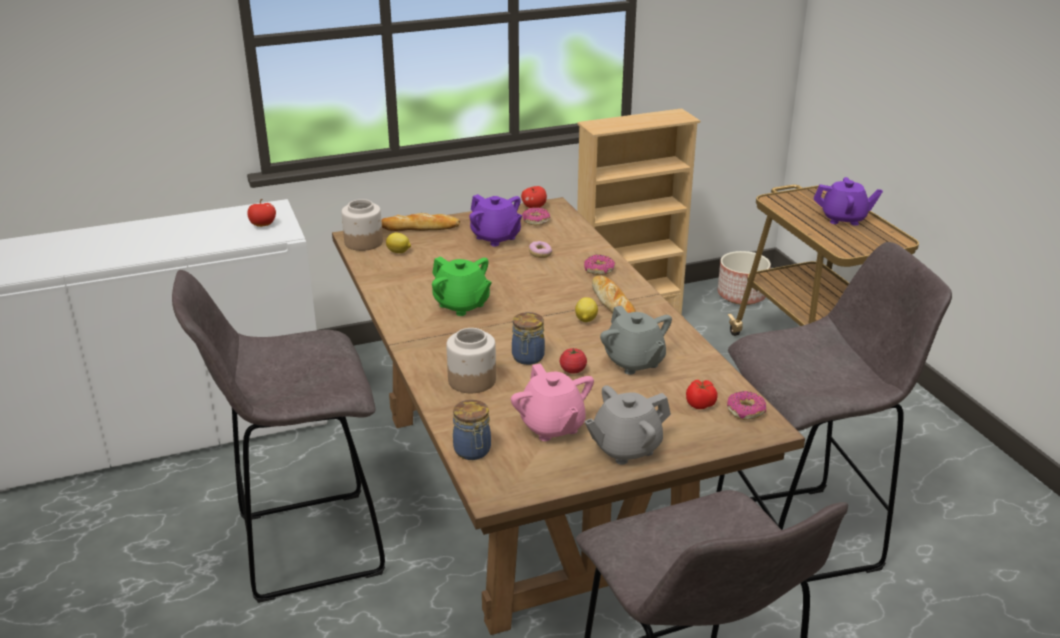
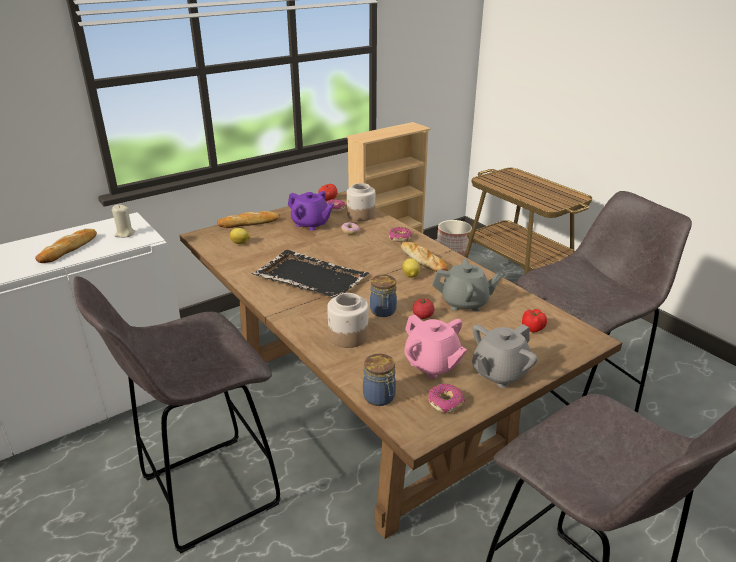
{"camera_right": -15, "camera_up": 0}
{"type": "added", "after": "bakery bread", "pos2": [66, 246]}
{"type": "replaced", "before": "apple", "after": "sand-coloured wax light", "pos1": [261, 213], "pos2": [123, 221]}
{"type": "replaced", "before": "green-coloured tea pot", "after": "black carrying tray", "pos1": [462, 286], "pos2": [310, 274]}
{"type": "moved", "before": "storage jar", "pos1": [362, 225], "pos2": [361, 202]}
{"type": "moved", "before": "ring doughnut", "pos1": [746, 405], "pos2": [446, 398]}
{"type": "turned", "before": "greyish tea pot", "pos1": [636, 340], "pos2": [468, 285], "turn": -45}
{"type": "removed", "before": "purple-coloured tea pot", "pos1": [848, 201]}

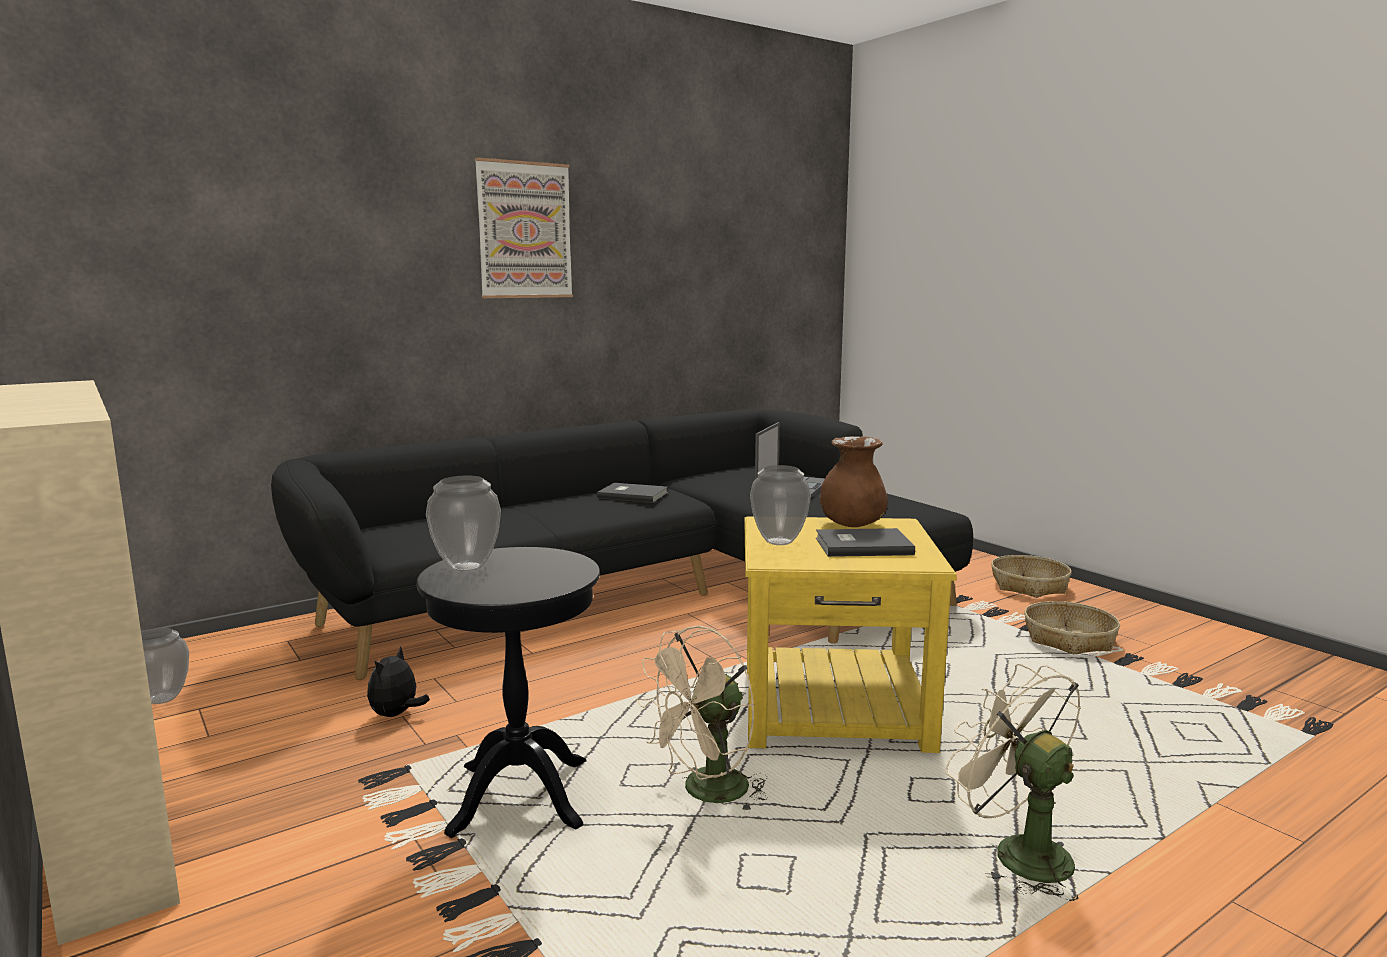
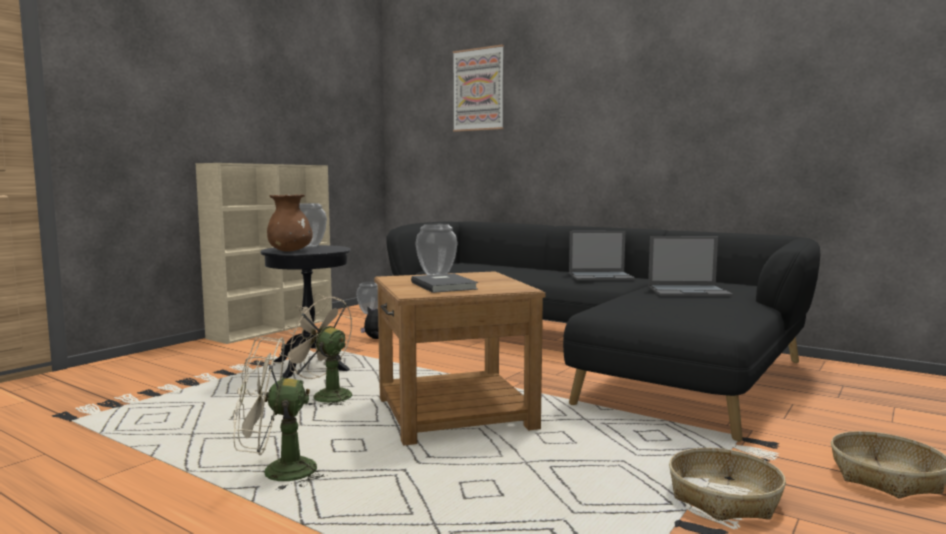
{"camera_right": 70, "camera_up": -5}
{"type": "turned", "before": "sand-coloured electric fan", "pos1": [1013, 782], "pos2": [281, 414], "turn": -135}
{"type": "moved", "before": "brown vase", "pos1": [853, 481], "pos2": [290, 223]}
{"type": "recoloured", "before": "yellow-coloured end table", "after": "brown end table", "pos1": [851, 634], "pos2": [460, 358]}
{"type": "moved", "before": "picture", "pos1": [524, 227], "pos2": [478, 88]}
{"type": "replaced", "before": "greyish volume", "after": "portable computer", "pos1": [632, 493], "pos2": [602, 255]}

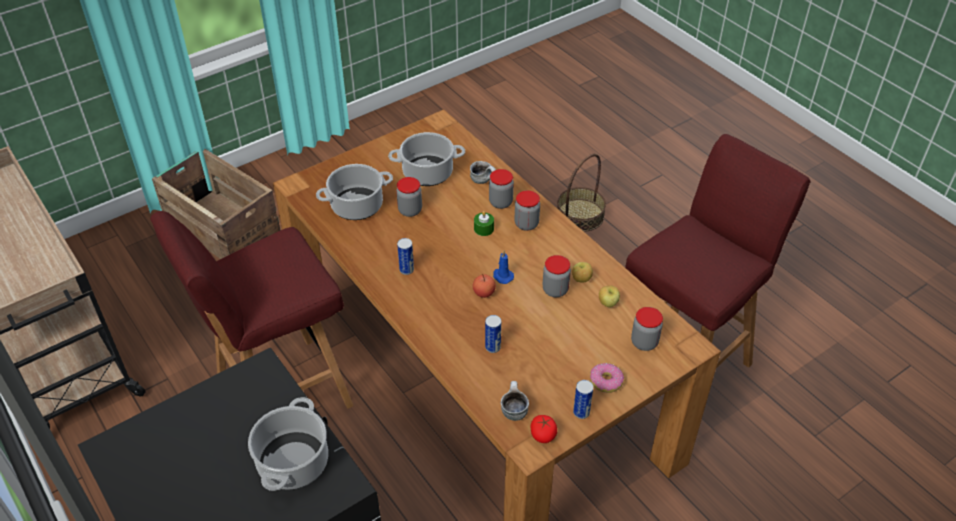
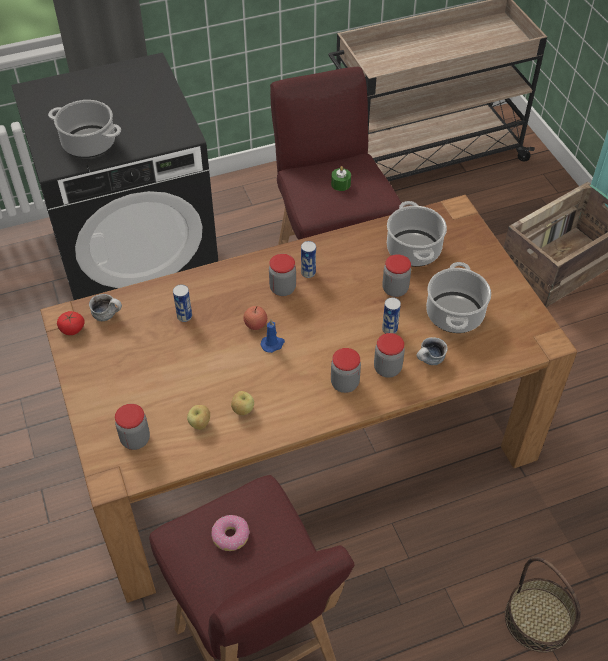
{"camera_right": 105, "camera_up": 5}
{"type": "moved", "before": "ring doughnut", "pos1": [607, 378], "pos2": [230, 533]}
{"type": "moved", "before": "storage jar", "pos1": [557, 276], "pos2": [282, 275]}
{"type": "moved", "before": "green-coloured wax light", "pos1": [484, 223], "pos2": [341, 178]}
{"type": "moved", "before": "can", "pos1": [583, 399], "pos2": [391, 315]}

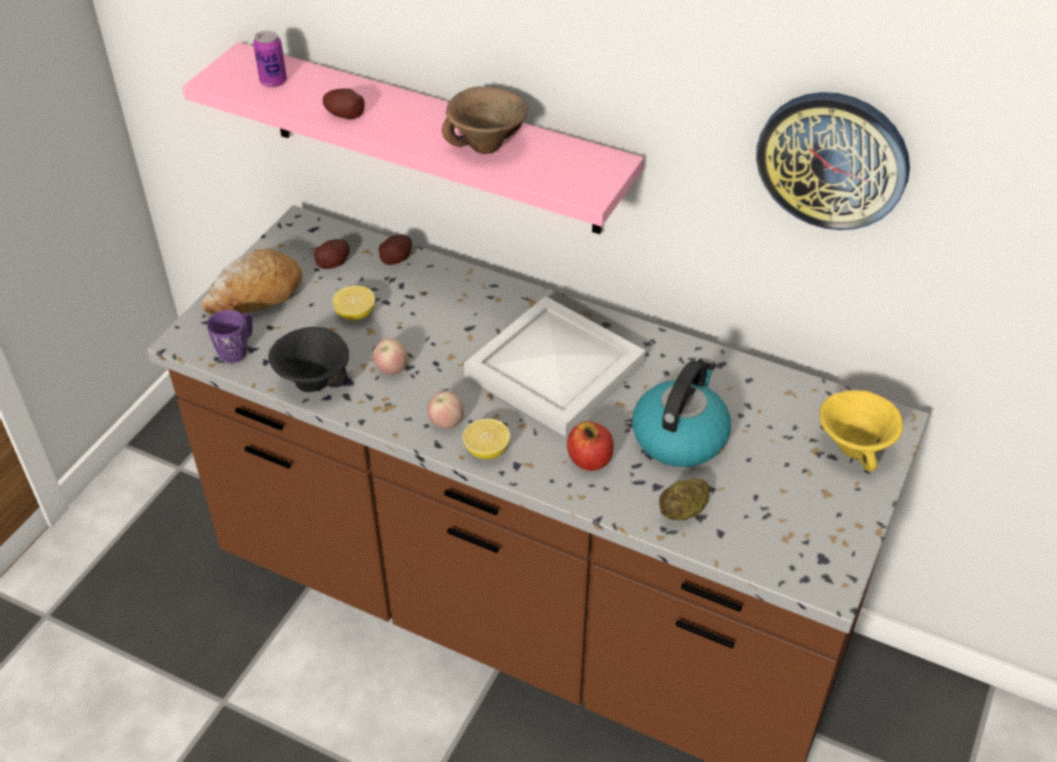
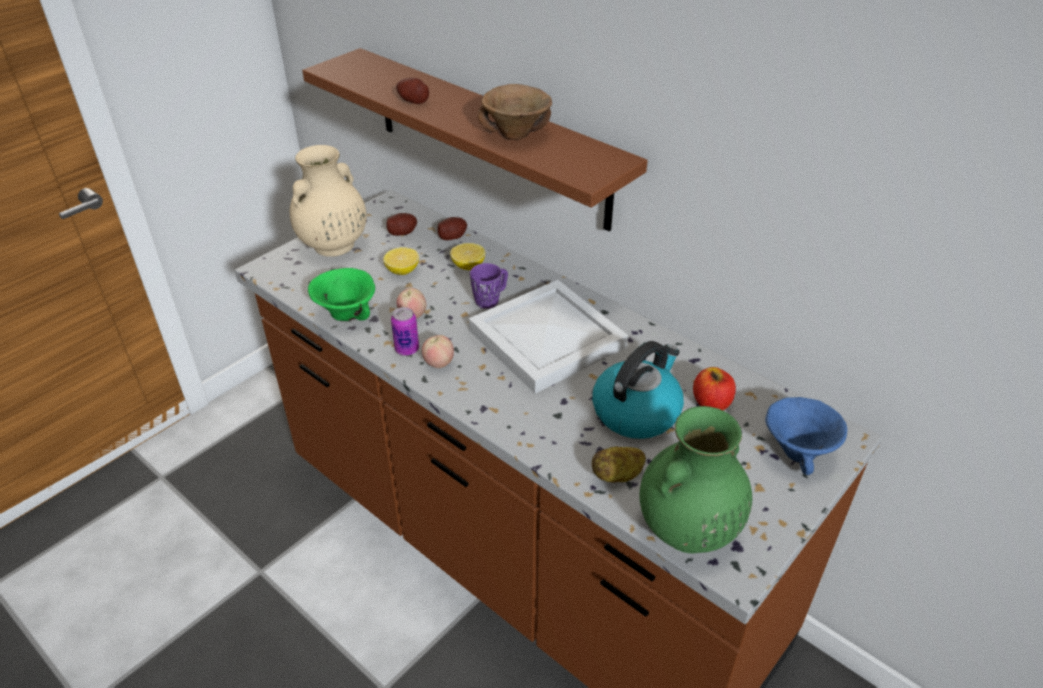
{"camera_right": 15, "camera_up": -5}
{"type": "replaced", "before": "bakery bread", "after": "sand-coloured vase", "pos1": [252, 281], "pos2": [328, 201]}
{"type": "recoloured", "before": "pink-coloured bracket shelf", "after": "brown bracket shelf", "pos1": [413, 138], "pos2": [475, 139]}
{"type": "recoloured", "before": "black bowl", "after": "green-coloured bowl", "pos1": [308, 359], "pos2": [341, 294]}
{"type": "moved", "before": "can", "pos1": [270, 58], "pos2": [405, 331]}
{"type": "moved", "before": "lemon", "pos1": [486, 439], "pos2": [467, 256]}
{"type": "moved", "before": "purple-coloured mug", "pos1": [230, 336], "pos2": [489, 286]}
{"type": "added", "after": "green-coloured vase", "pos2": [695, 479]}
{"type": "moved", "before": "apple", "pos1": [590, 446], "pos2": [714, 388]}
{"type": "recoloured", "before": "yellow-coloured bowl", "after": "blue-coloured bowl", "pos1": [861, 431], "pos2": [806, 436]}
{"type": "removed", "before": "wall clock", "pos1": [833, 161]}

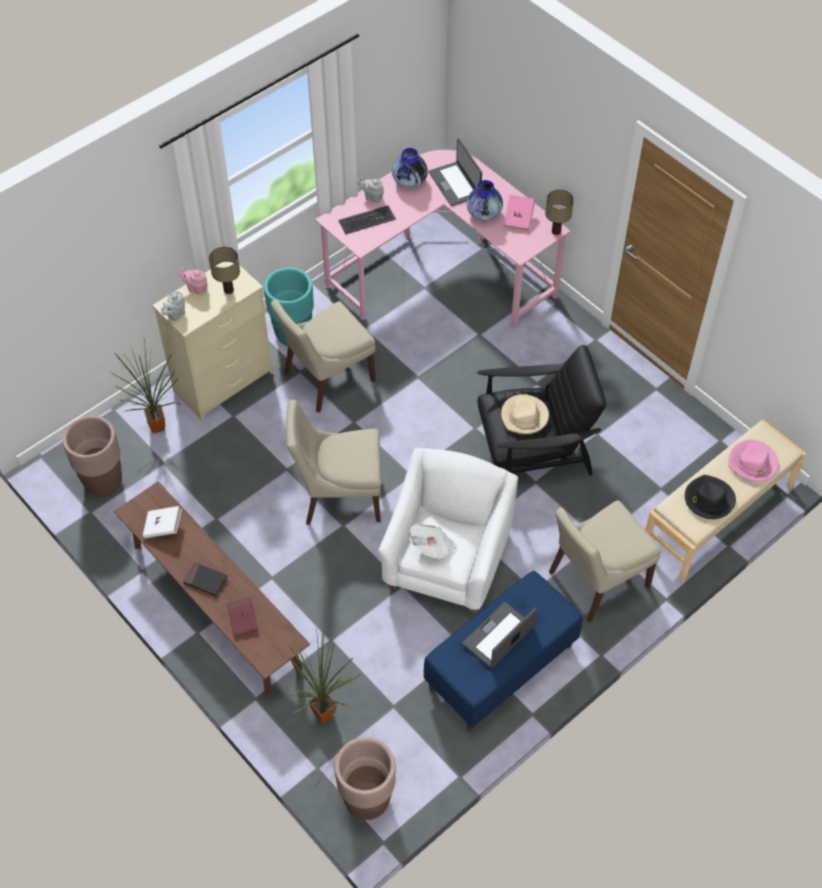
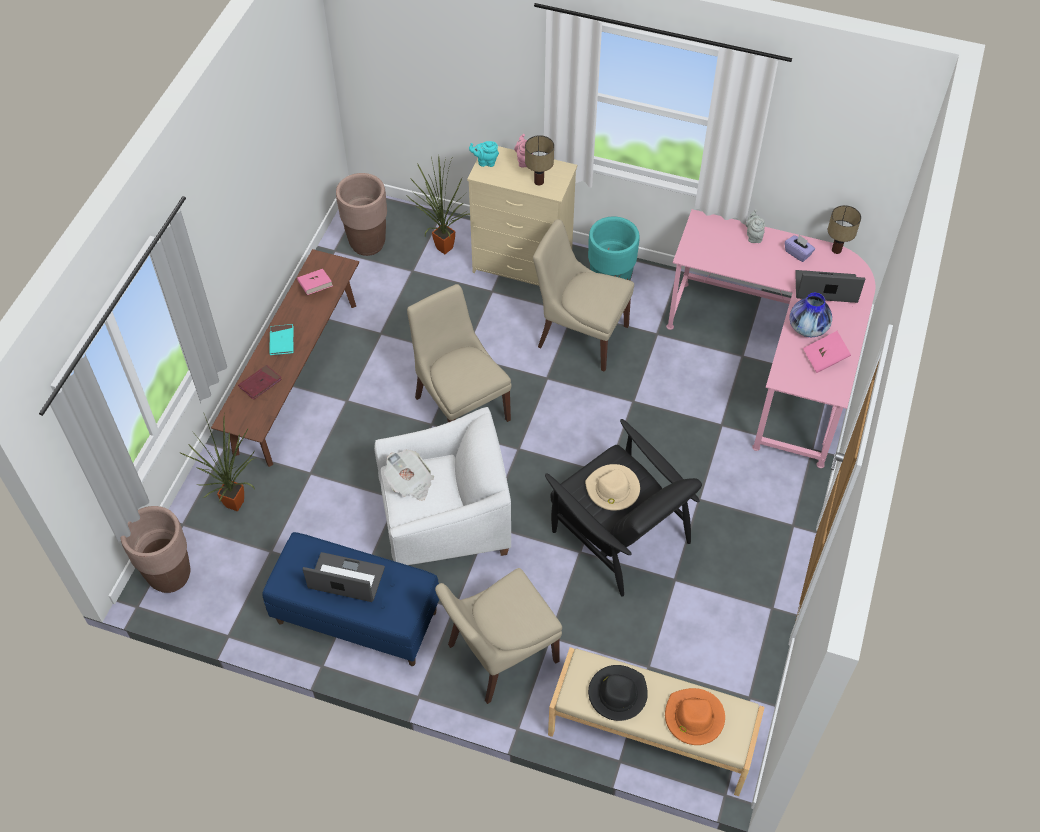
{"camera_right": 60, "camera_up": 0}
{"type": "recoloured", "before": "black volume", "after": "turquoise volume", "pos1": [205, 579], "pos2": [281, 339]}
{"type": "recoloured", "before": "white-coloured volume", "after": "pink-coloured volume", "pos1": [162, 522], "pos2": [315, 282]}
{"type": "turned", "before": "sand-coloured chair", "pos1": [605, 561], "pos2": [498, 636], "turn": -60}
{"type": "recoloured", "before": "greyish tea pot", "after": "turquoise tea pot", "pos1": [173, 306], "pos2": [484, 154]}
{"type": "recoloured", "before": "pink-coloured wearable hat", "after": "orange-coloured wearable hat", "pos1": [753, 461], "pos2": [695, 716]}
{"type": "replaced", "before": "vase", "after": "purple-coloured tissue holder", "pos1": [410, 168], "pos2": [800, 248]}
{"type": "turned", "before": "portable computer", "pos1": [455, 172], "pos2": [830, 286], "turn": 60}
{"type": "moved", "before": "tabletop lamp", "pos1": [559, 212], "pos2": [844, 229]}
{"type": "removed", "before": "keyboard", "pos1": [367, 219]}

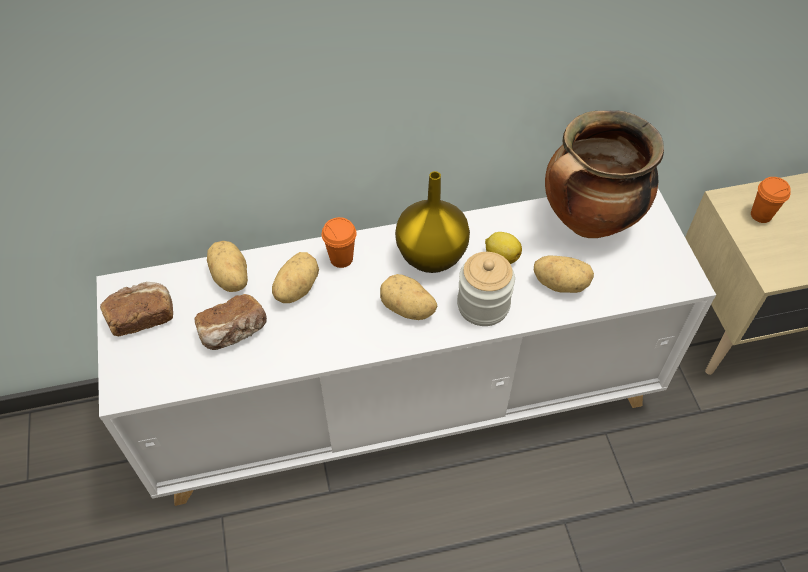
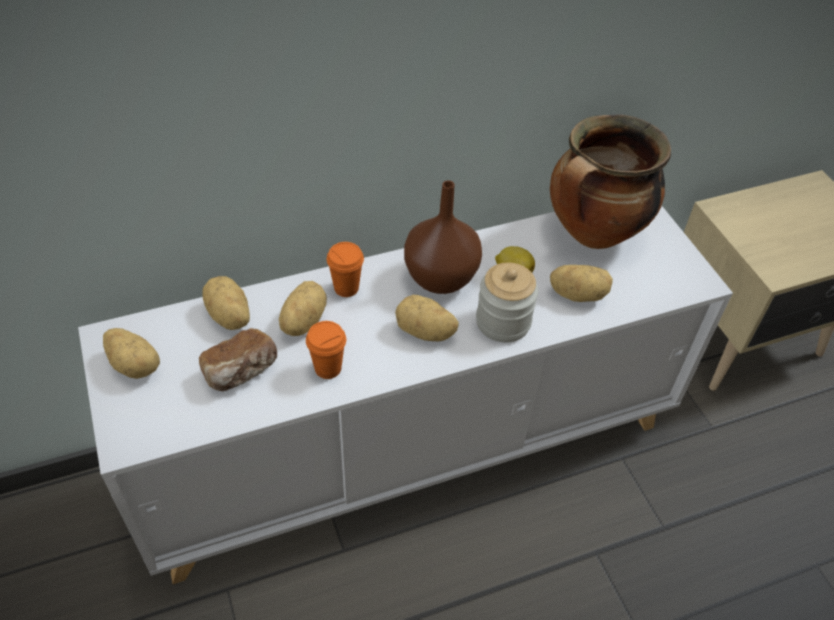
{"camera_right": -10, "camera_up": -5}
{"type": "replaced", "before": "bakery bread", "after": "spud", "pos1": [136, 309], "pos2": [131, 353]}
{"type": "moved", "before": "orange-coloured small cup", "pos1": [771, 200], "pos2": [326, 350]}
{"type": "recoloured", "before": "yellow-coloured vase", "after": "brown vase", "pos1": [432, 222], "pos2": [443, 237]}

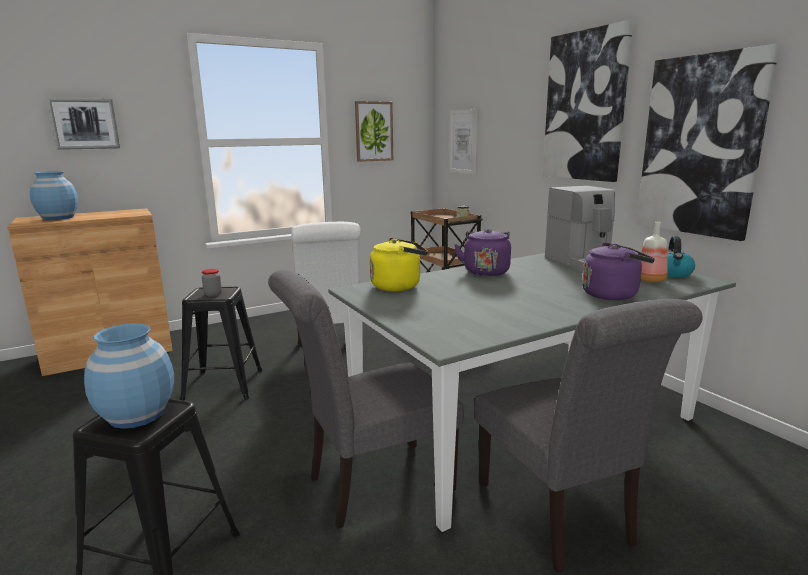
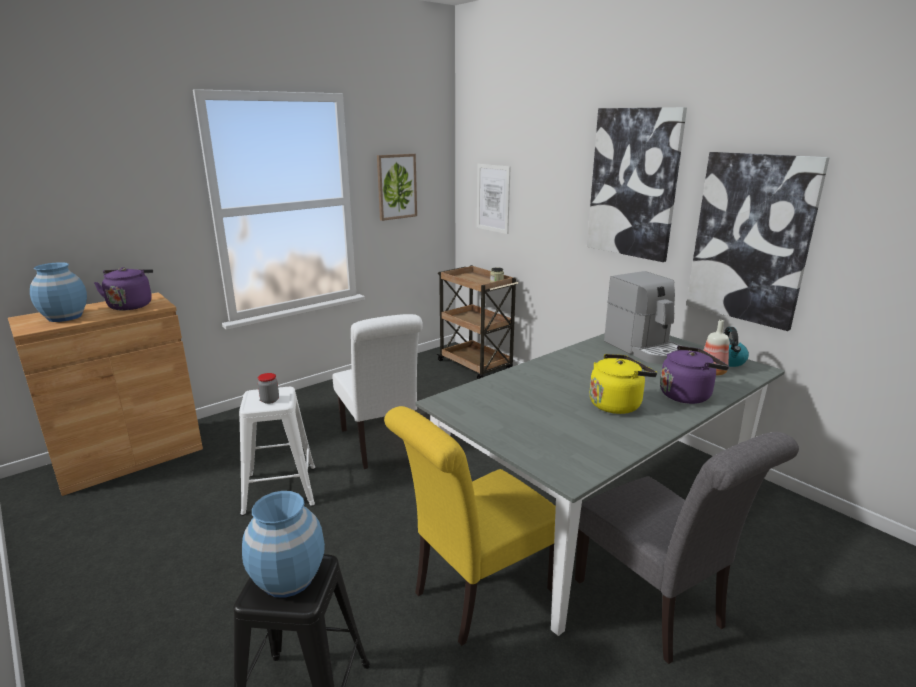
{"camera_right": -10, "camera_up": 5}
{"type": "moved", "before": "purple-coloured tea kettle", "pos1": [482, 252], "pos2": [123, 288]}
{"type": "recoloured", "before": "black stool", "after": "white-coloured stool", "pos1": [221, 343], "pos2": [277, 451]}
{"type": "recoloured", "before": "greyish chair", "after": "yellow-coloured chair", "pos1": [366, 399], "pos2": [470, 526]}
{"type": "moved", "before": "yellow-coloured tea kettle", "pos1": [399, 264], "pos2": [623, 384]}
{"type": "removed", "before": "picture", "pos1": [83, 124]}

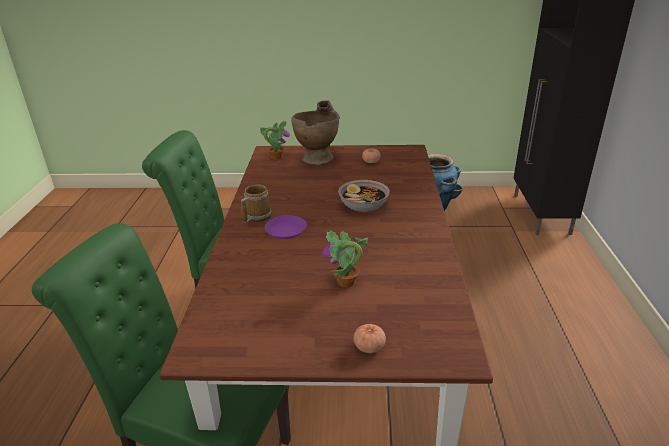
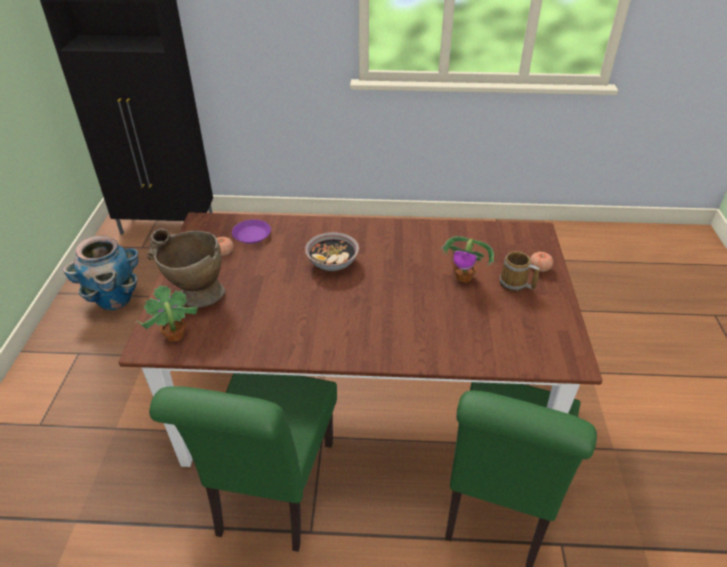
{"camera_right": -90, "camera_up": 10}
{"type": "moved", "before": "purple-coloured dinner plate", "pos1": [286, 227], "pos2": [251, 232]}
{"type": "moved", "before": "mug", "pos1": [256, 204], "pos2": [519, 271]}

